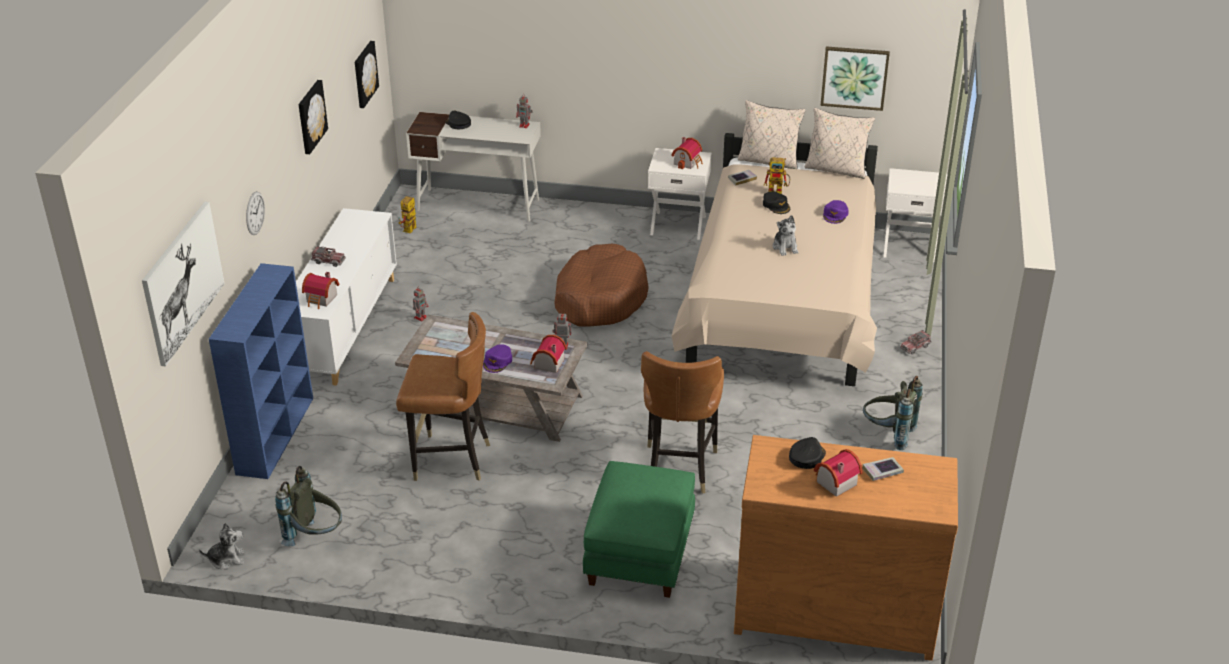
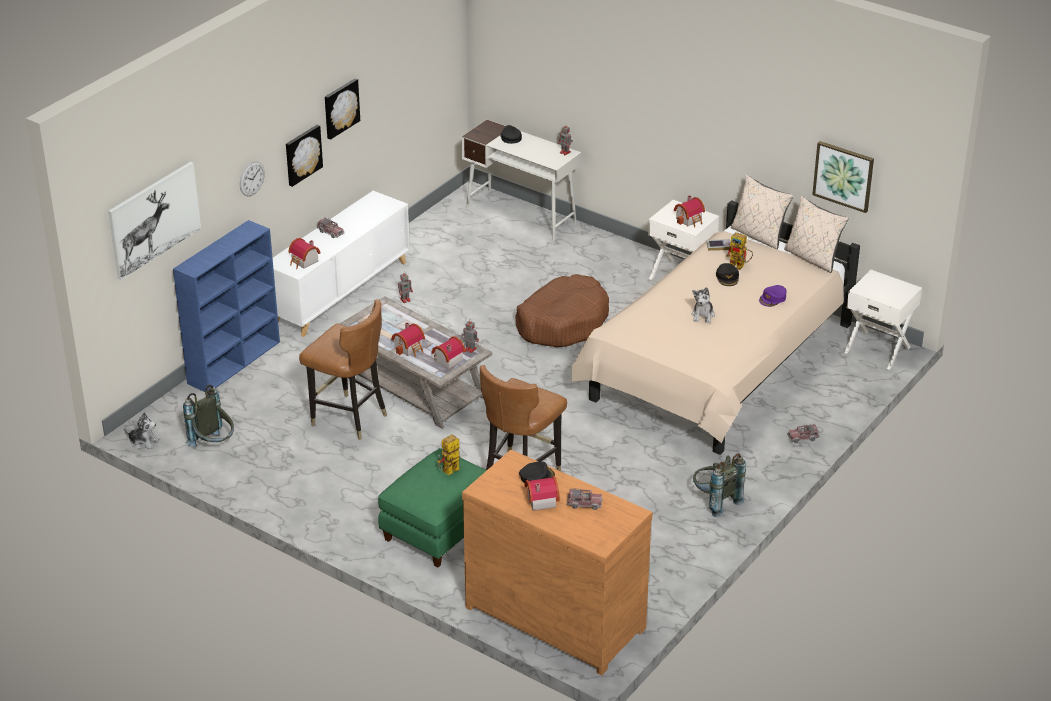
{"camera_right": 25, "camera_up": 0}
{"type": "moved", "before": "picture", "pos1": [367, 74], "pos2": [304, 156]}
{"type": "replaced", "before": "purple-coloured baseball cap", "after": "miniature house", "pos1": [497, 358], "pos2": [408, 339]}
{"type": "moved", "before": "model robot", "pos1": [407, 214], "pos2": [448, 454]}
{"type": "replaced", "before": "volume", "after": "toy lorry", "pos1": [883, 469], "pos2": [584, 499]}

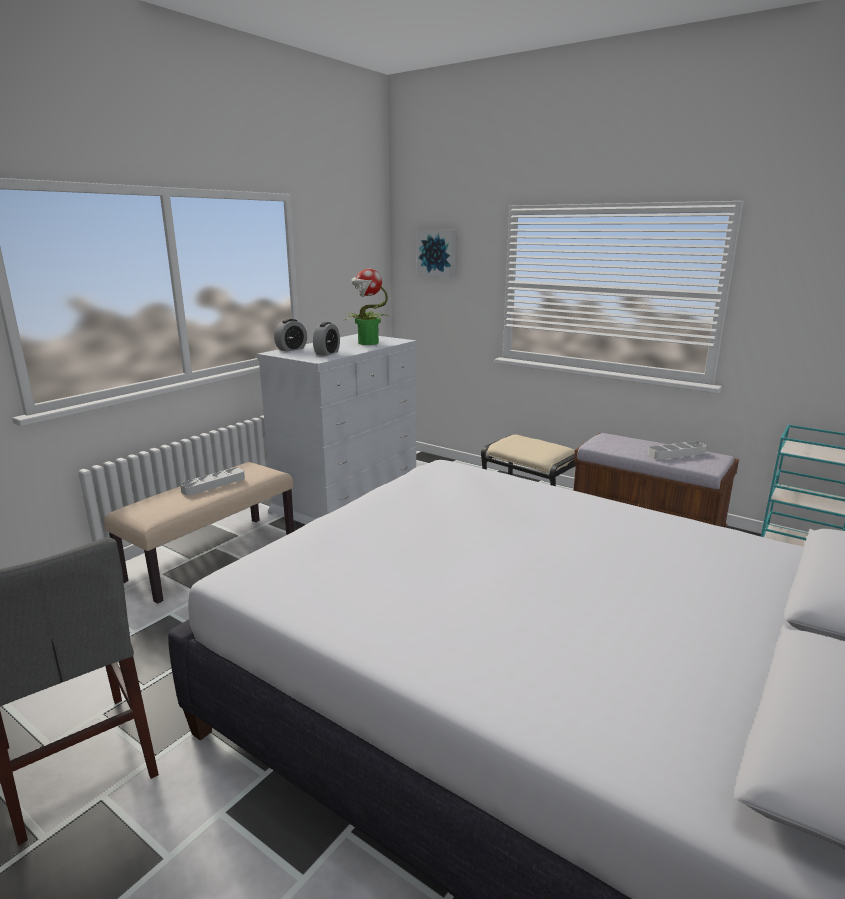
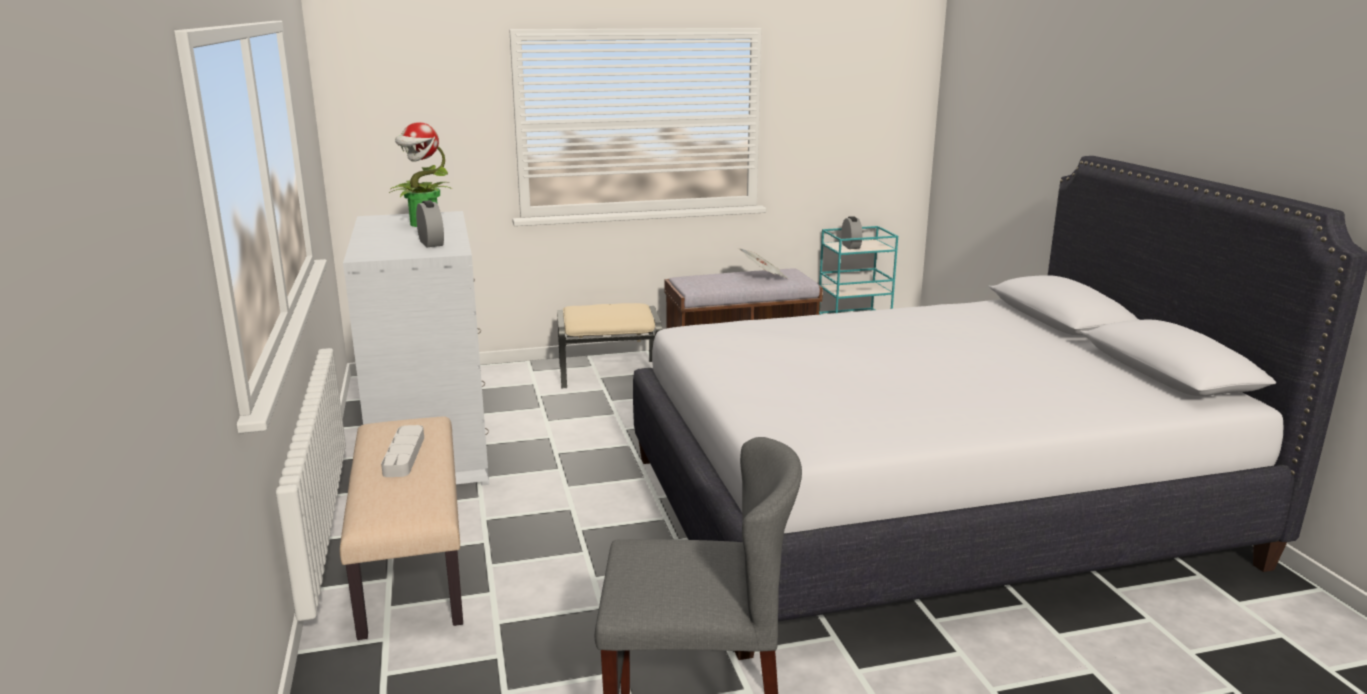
{"camera_right": -50, "camera_up": 0}
{"type": "replaced", "before": "greyish carrying tray", "after": "daily paper", "pos1": [677, 450], "pos2": [763, 263]}
{"type": "moved", "before": "alarm clock", "pos1": [290, 335], "pos2": [851, 232]}
{"type": "removed", "before": "picture", "pos1": [437, 253]}

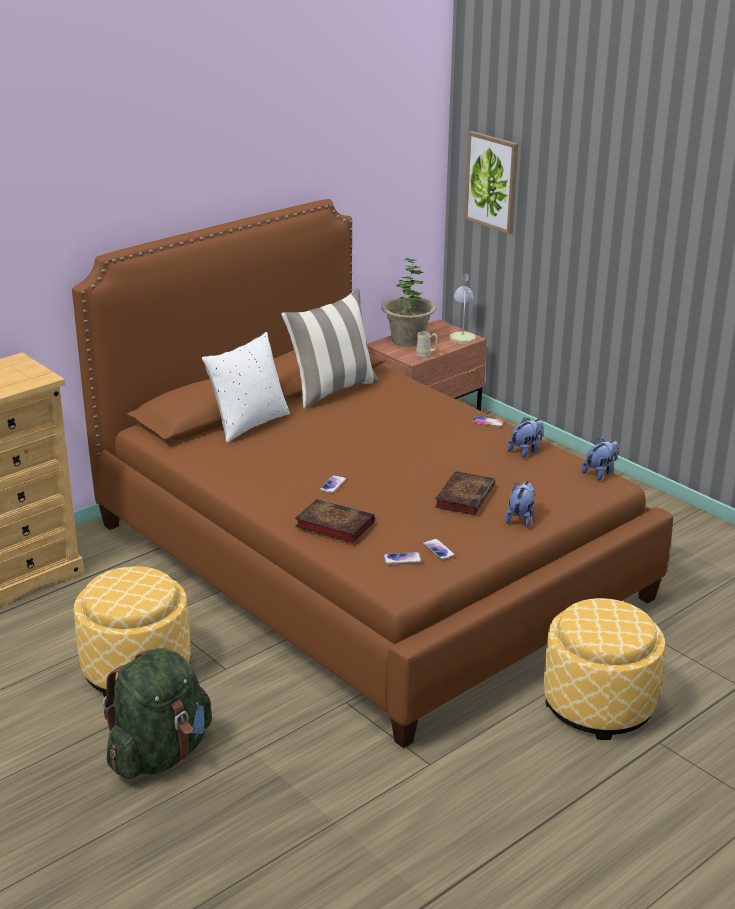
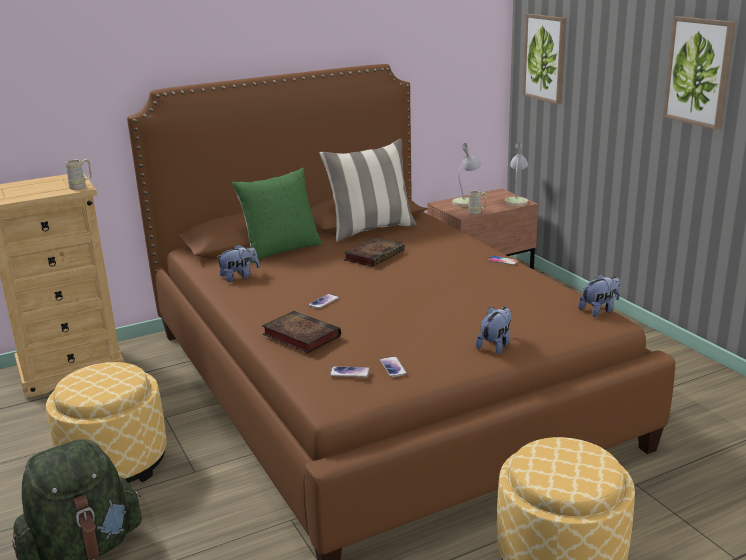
{"camera_right": 15, "camera_up": -5}
{"type": "added", "after": "sand-coloured mug", "pos2": [79, 174]}
{"type": "moved", "before": "plush toy", "pos1": [525, 437], "pos2": [237, 263]}
{"type": "recoloured", "before": "white-coloured throw pillow", "after": "green-coloured throw pillow", "pos1": [246, 387], "pos2": [277, 215]}
{"type": "moved", "before": "volume", "pos1": [465, 493], "pos2": [374, 252]}
{"type": "replaced", "before": "potted plant", "after": "tabletop lamp", "pos1": [408, 302], "pos2": [466, 175]}
{"type": "added", "after": "picture", "pos2": [699, 73]}

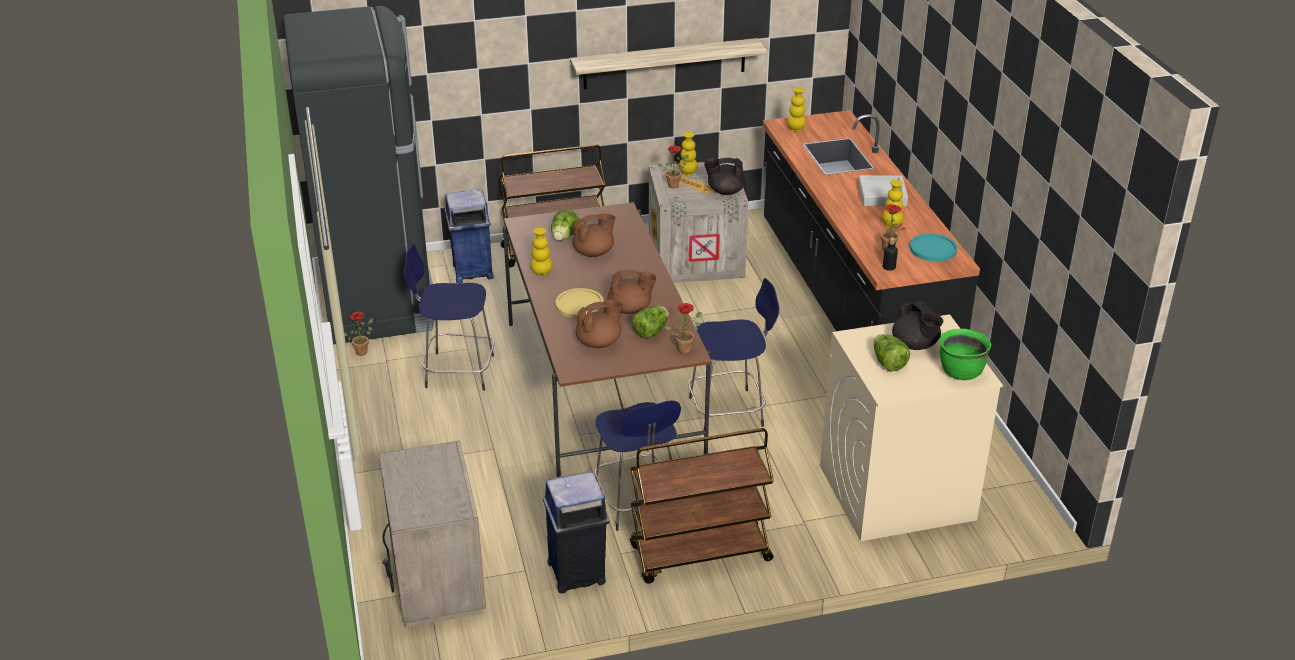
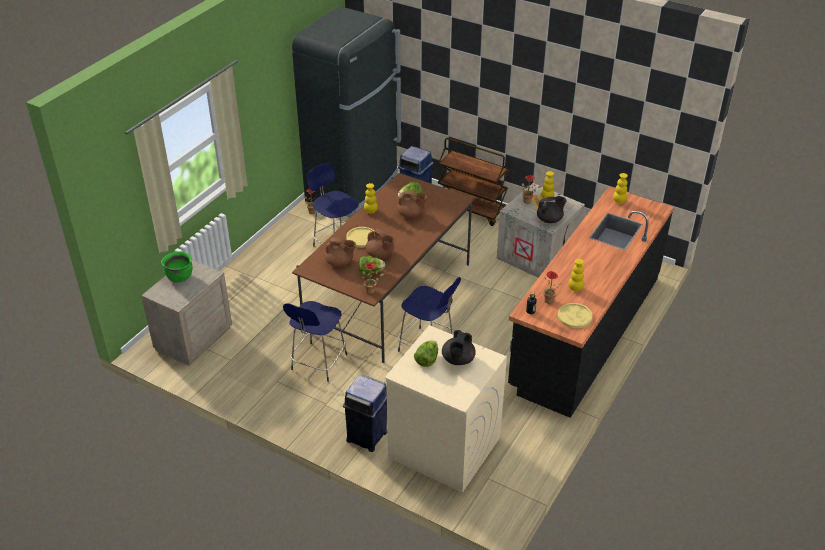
{"camera_right": 45, "camera_up": 5}
{"type": "moved", "before": "green-coloured cooking pot", "pos1": [965, 354], "pos2": [177, 267]}
{"type": "moved", "before": "blue-coloured rubbish bin", "pos1": [576, 532], "pos2": [365, 413]}
{"type": "turned", "before": "black tea pot", "pos1": [724, 176], "pos2": [552, 209], "turn": 120}
{"type": "recoloured", "before": "turquoise dinner plate", "after": "yellow-coloured dinner plate", "pos1": [933, 247], "pos2": [575, 315]}
{"type": "removed", "before": "bracket shelf", "pos1": [668, 63]}
{"type": "removed", "before": "brown trolley", "pos1": [702, 506]}
{"type": "removed", "before": "greyish carrying tray", "pos1": [883, 190]}

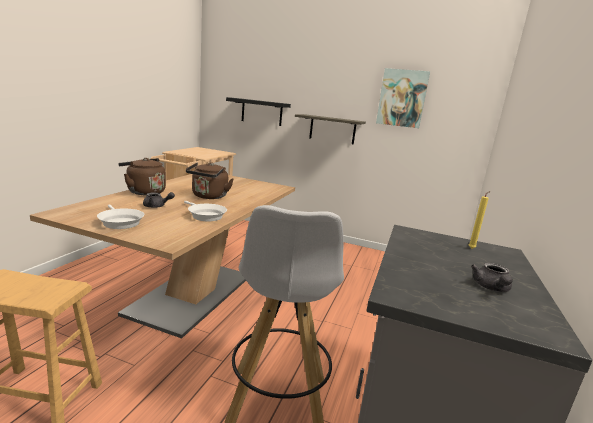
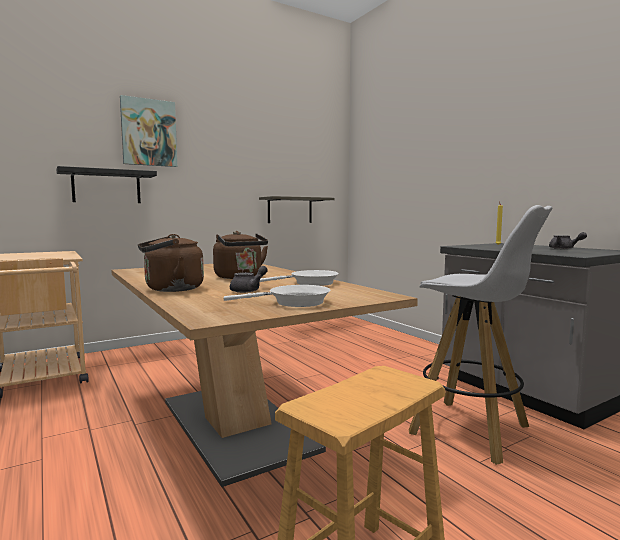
{"camera_right": -50, "camera_up": -10}
{"type": "moved", "before": "picture", "pos1": [403, 98], "pos2": [148, 131]}
{"type": "moved", "before": "bracket shelf", "pos1": [330, 129], "pos2": [297, 209]}

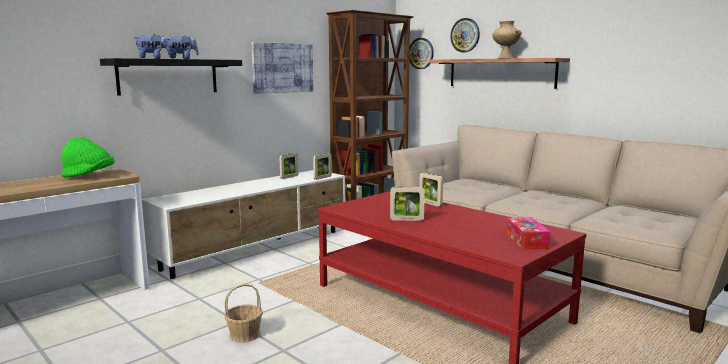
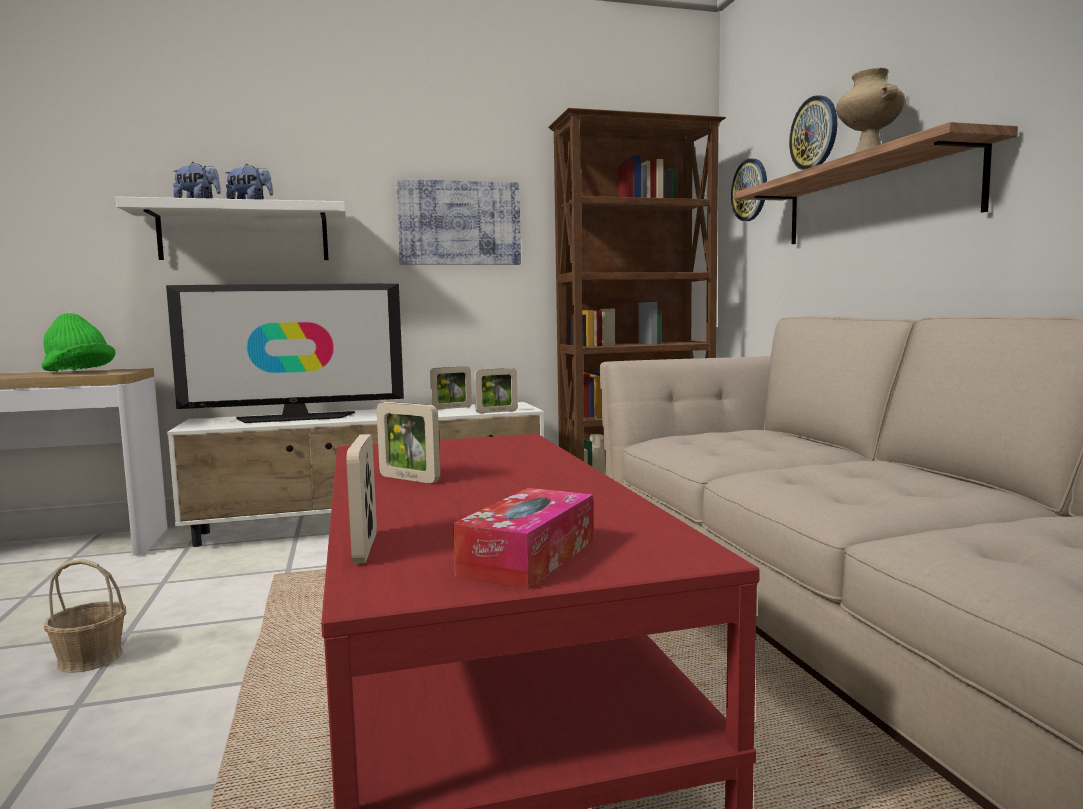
{"camera_right": 30, "camera_up": -5}
{"type": "recoloured", "before": "black bracket shelf", "after": "white-coloured bracket shelf", "pos1": [171, 77], "pos2": [230, 228]}
{"type": "added", "after": "television", "pos2": [285, 353]}
{"type": "moved", "before": "picture frame", "pos1": [431, 189], "pos2": [361, 498]}

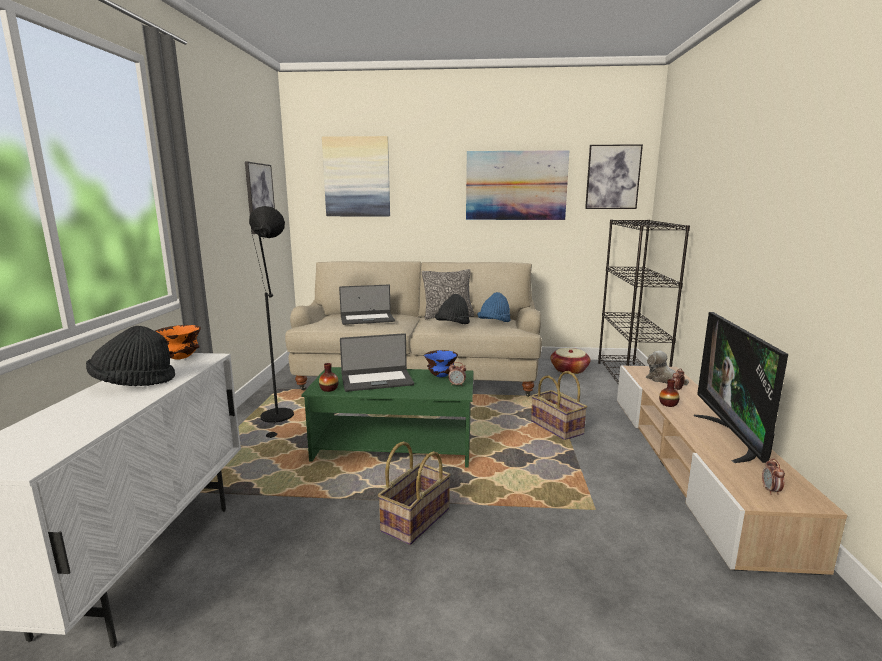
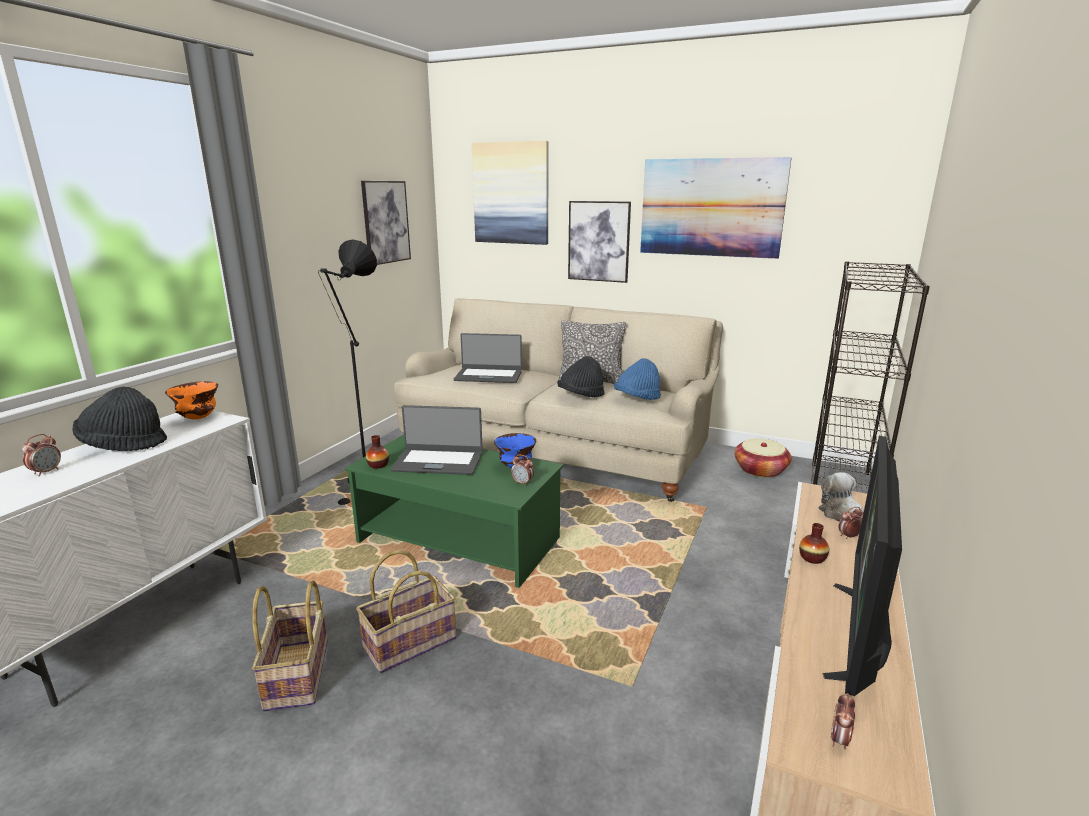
{"camera_right": 20, "camera_up": 5}
{"type": "added", "after": "alarm clock", "pos2": [41, 455]}
{"type": "moved", "before": "household basket", "pos1": [559, 405], "pos2": [290, 646]}
{"type": "moved", "before": "picture", "pos1": [614, 176], "pos2": [599, 242]}

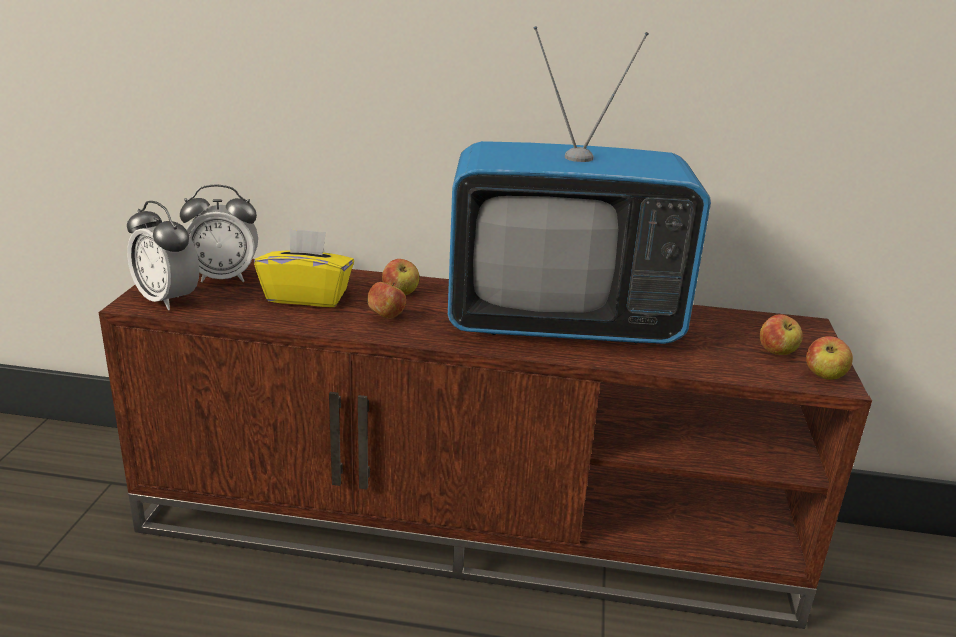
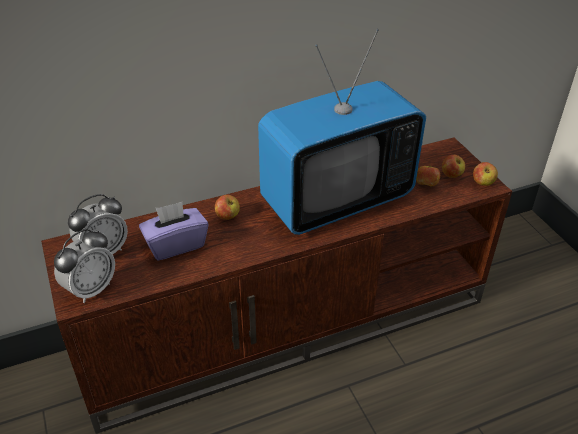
{"camera_right": -30, "camera_up": 15}
{"type": "turned", "before": "alarm clock", "pos1": [163, 255], "pos2": [84, 266], "turn": -60}
{"type": "recoloured", "before": "yellow-coloured tissue holder", "after": "purple-coloured tissue holder", "pos1": [304, 267], "pos2": [174, 231]}
{"type": "moved", "before": "apple", "pos1": [386, 300], "pos2": [428, 175]}

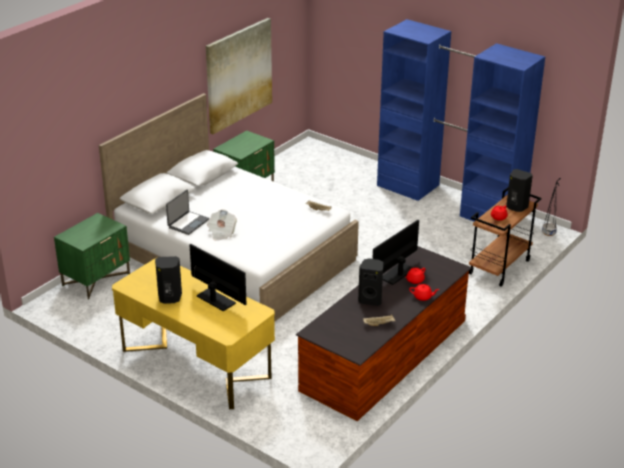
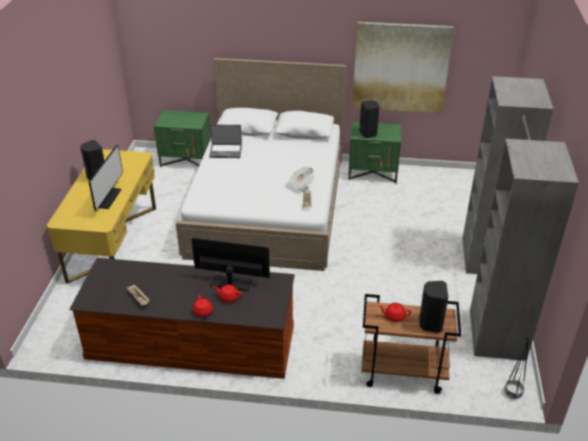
{"camera_right": 60, "camera_up": 5}
{"type": "moved", "before": "daily paper", "pos1": [222, 225], "pos2": [299, 179]}
{"type": "moved", "before": "black speaker", "pos1": [370, 282], "pos2": [369, 119]}
{"type": "recoloured", "before": "blue-coloured wardrobe", "after": "greyish wardrobe", "pos1": [461, 120], "pos2": [520, 218]}

